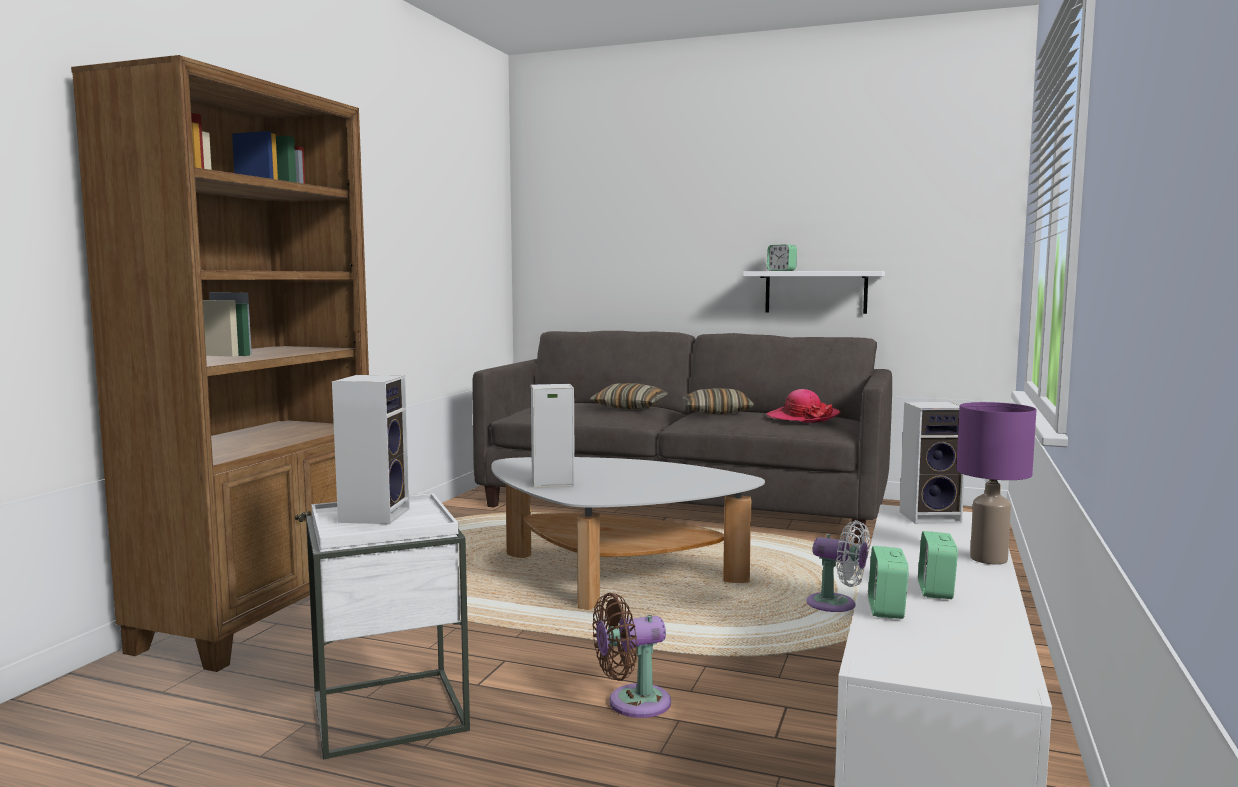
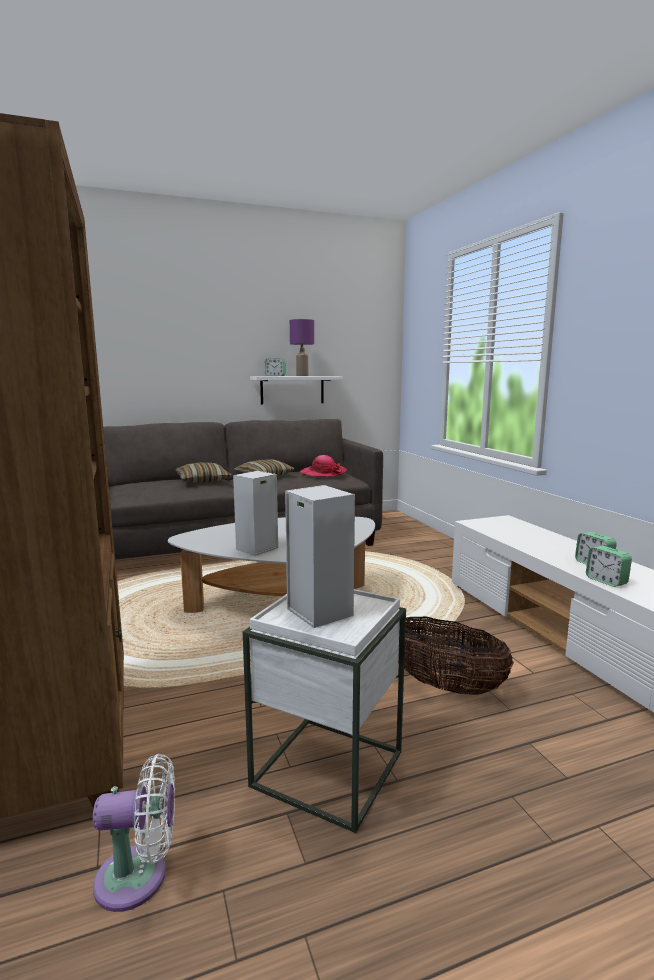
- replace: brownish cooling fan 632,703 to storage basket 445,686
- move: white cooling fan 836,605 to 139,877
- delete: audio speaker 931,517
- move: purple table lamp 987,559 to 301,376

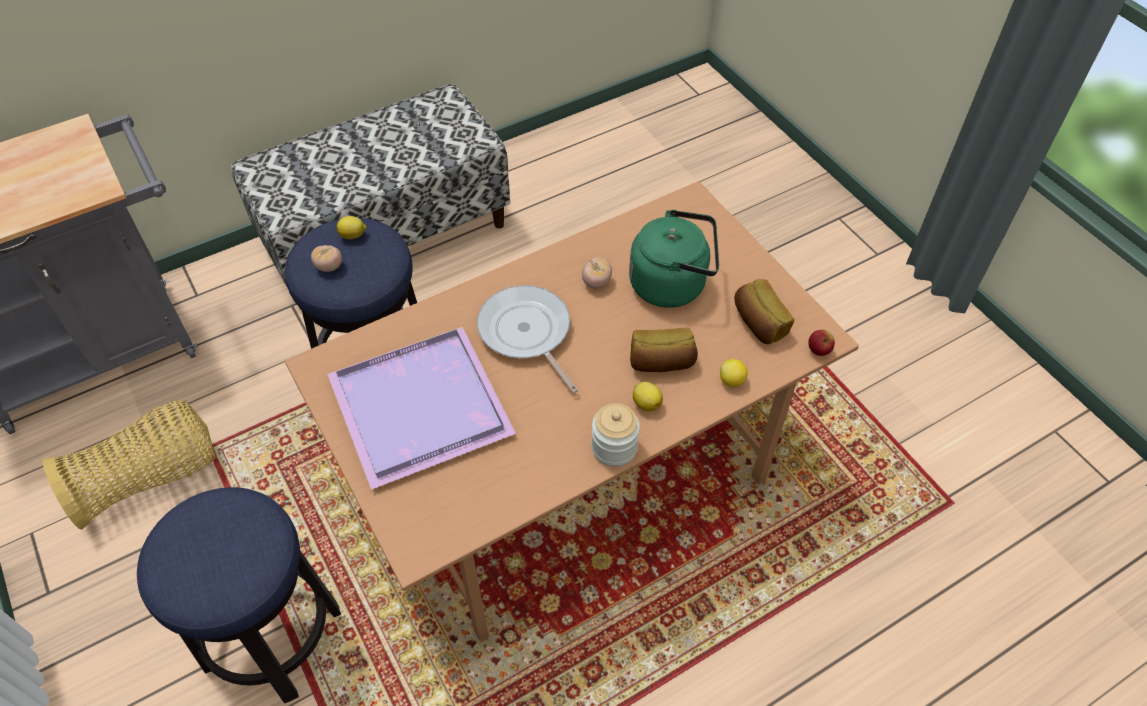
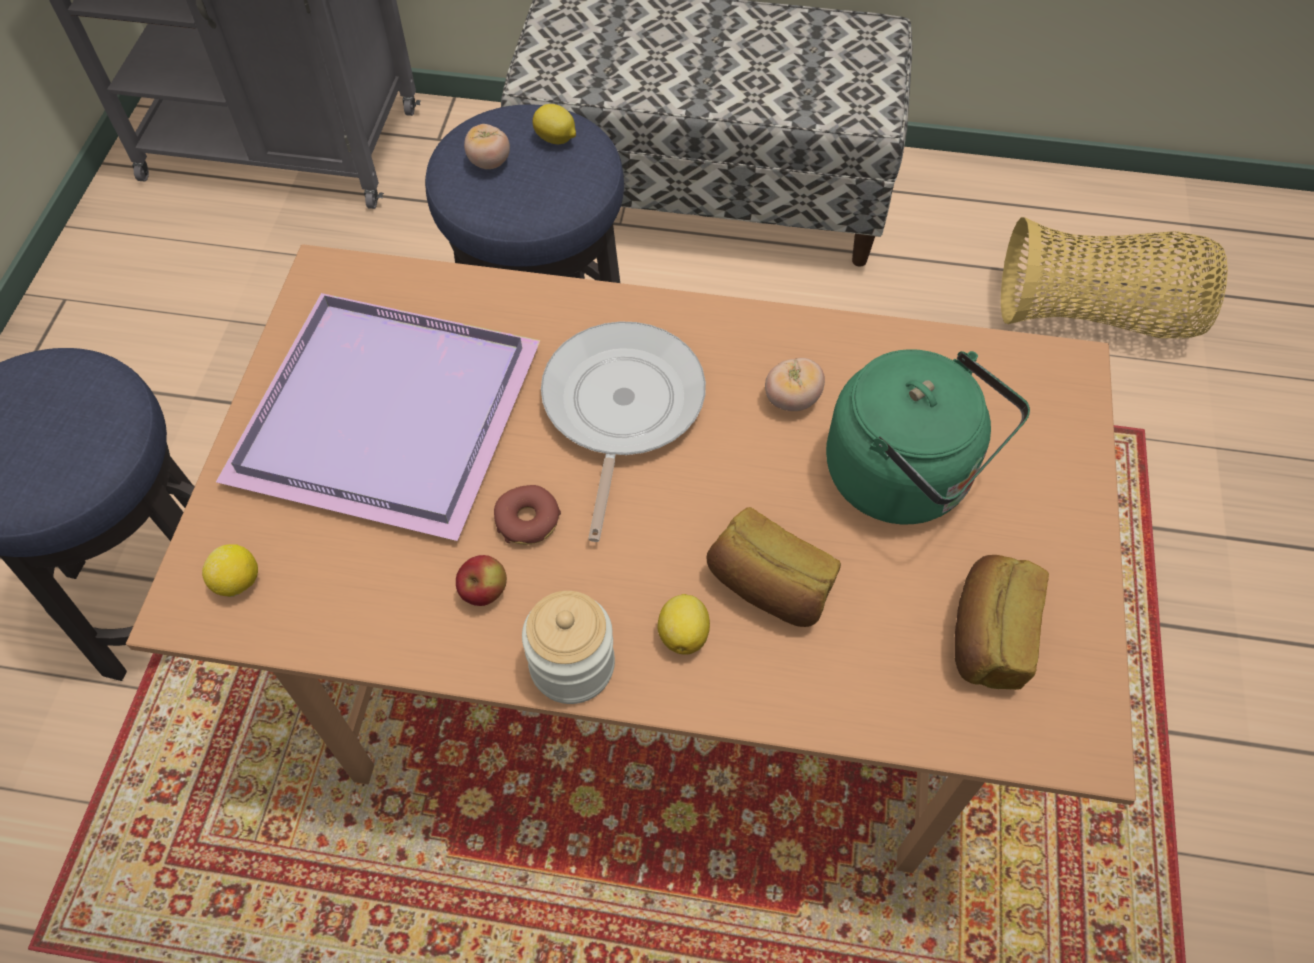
- move: storage basket 149,479 to 1096,315
- move: lemon 732,381 to 238,582
- move: apple 818,350 to 484,592
- insert: ring doughnut 528,520

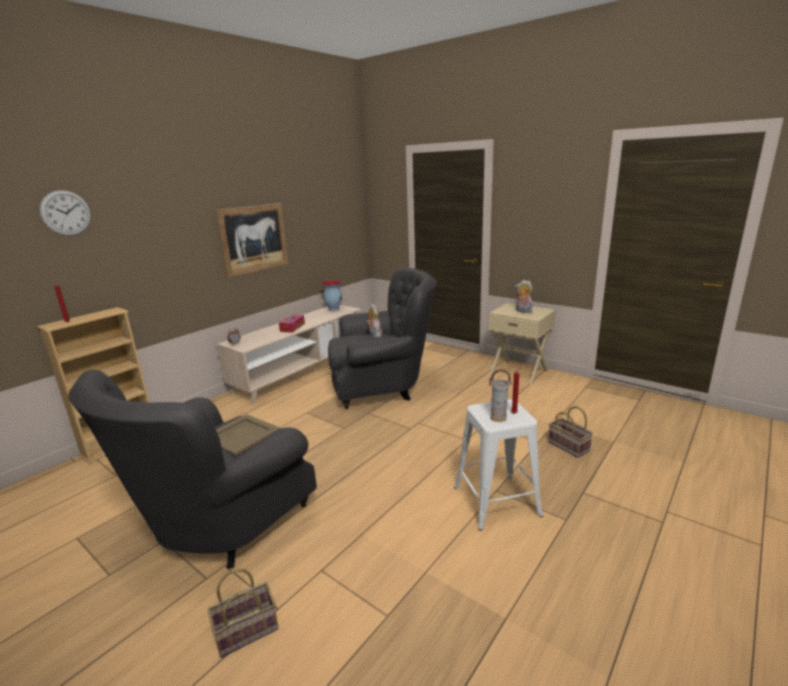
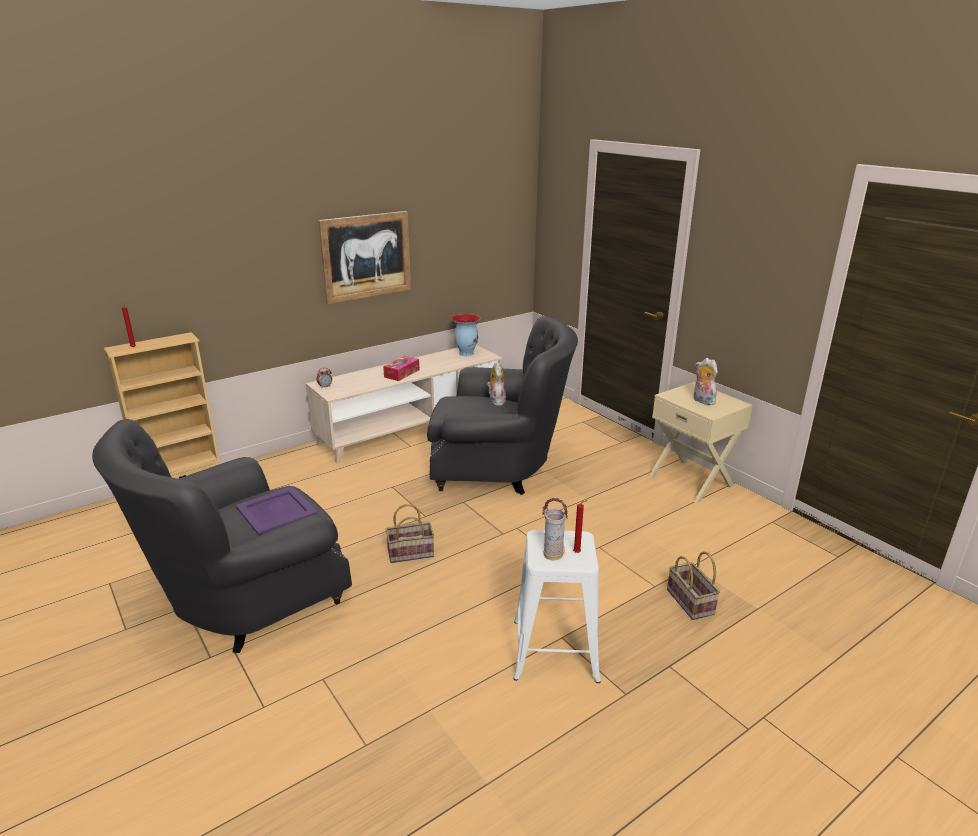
- delete: hanging clock 66,213
- move: storage basket 248,629 to 411,552
- recolor: beige-coloured serving tray 242,434 to purple serving tray 277,511

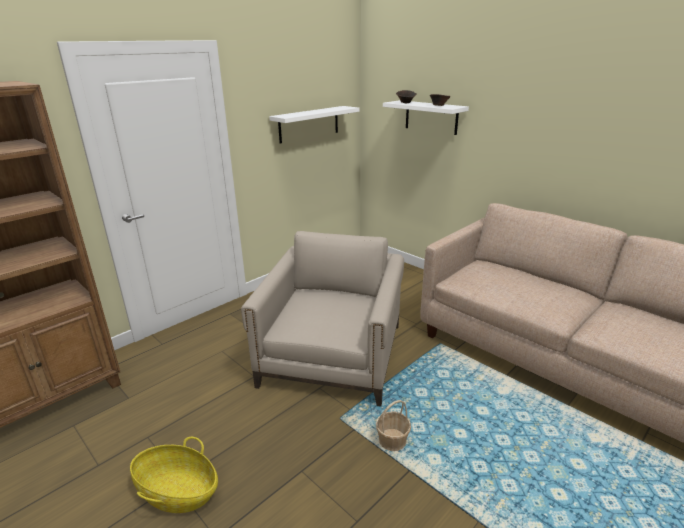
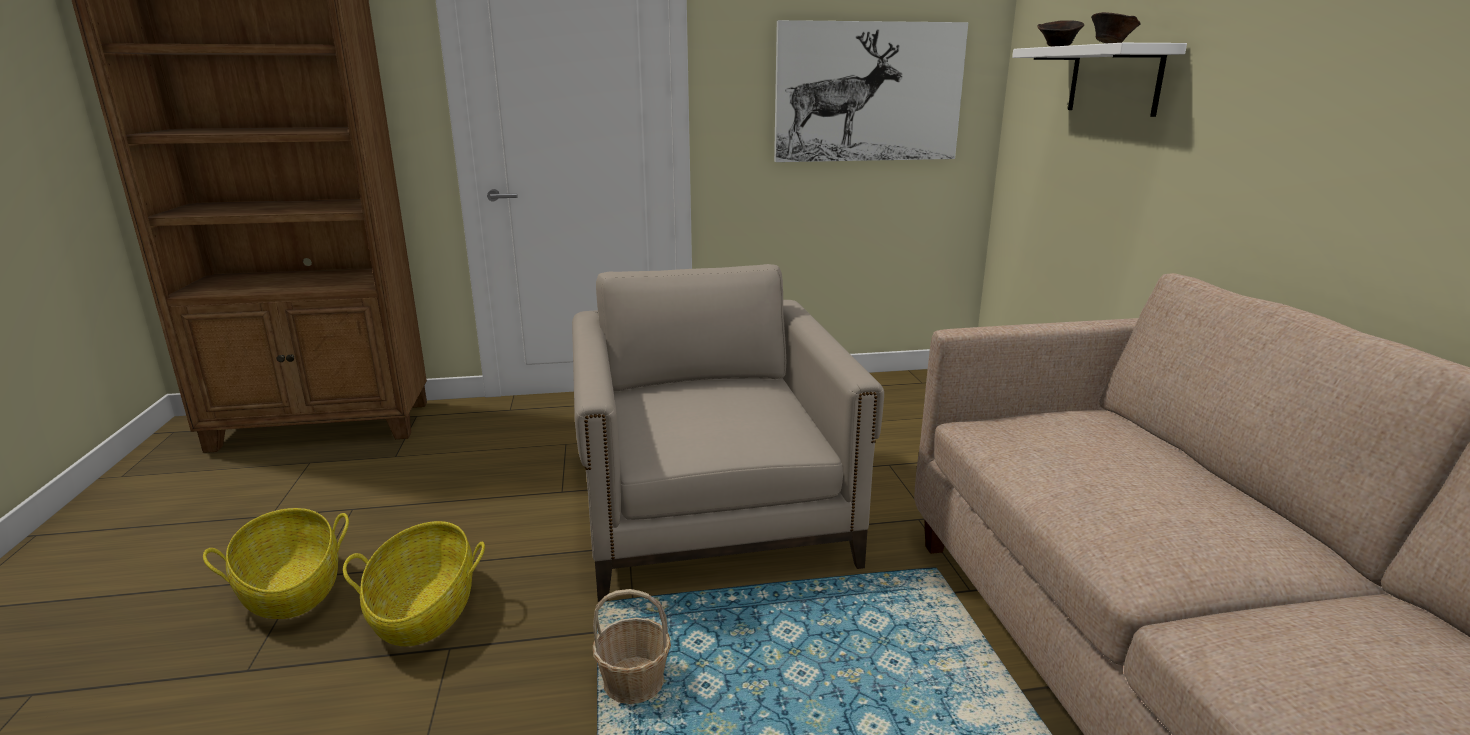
- rotate: beige-coloured armchair 333,355 = 711,509 60 degrees counterclockwise
- replace: white bracket shelf 309,124 to picture 868,92
- insert: storage basket 424,610

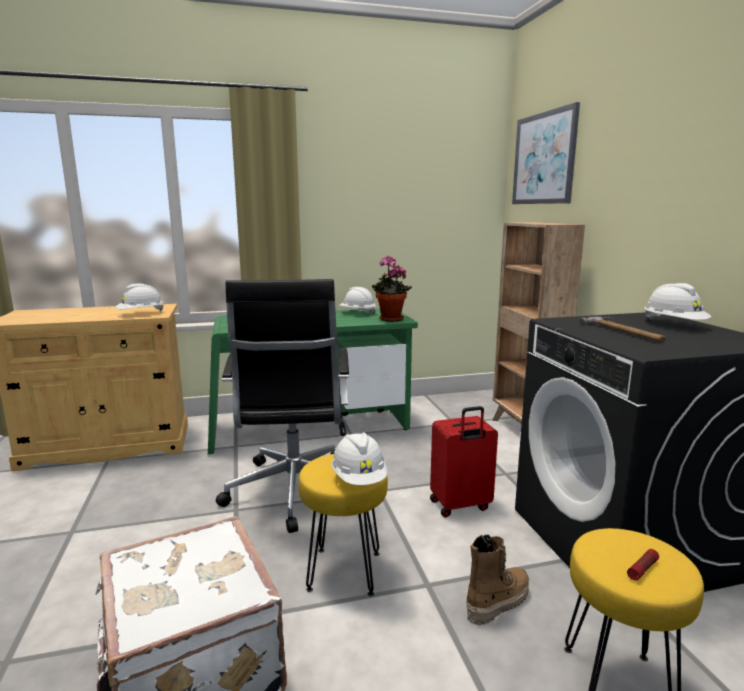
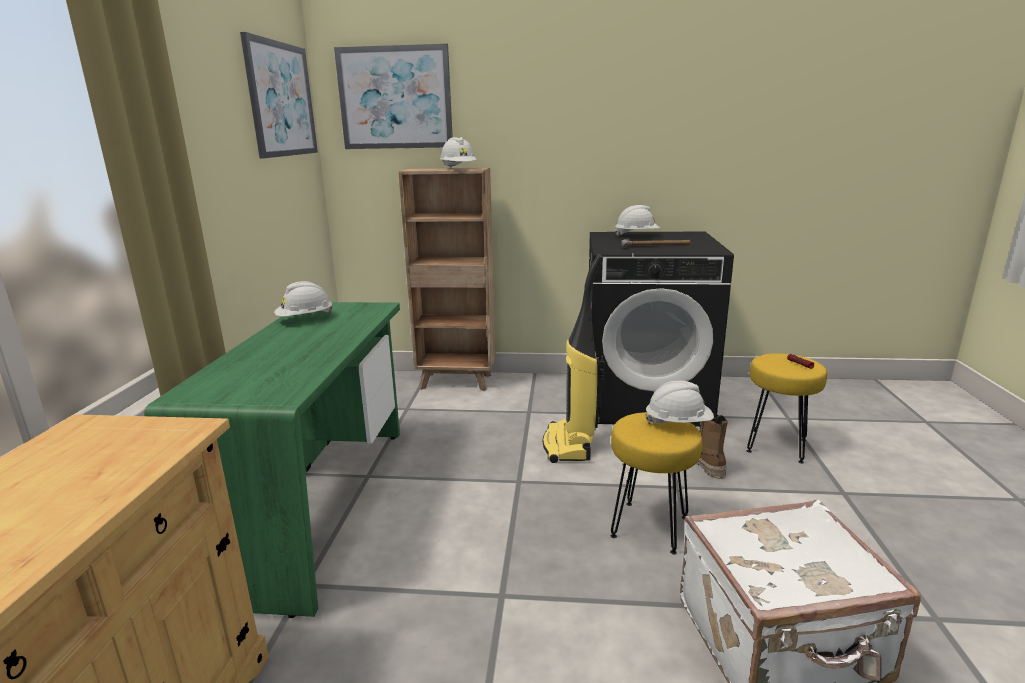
- move: white hard hat 141,314 to 458,169
- delete: black-coloured desk chair 294,493
- delete: plant in a pot 389,319
- replace: red suitcase 460,506 to vacuum 570,445
- insert: picture 281,100

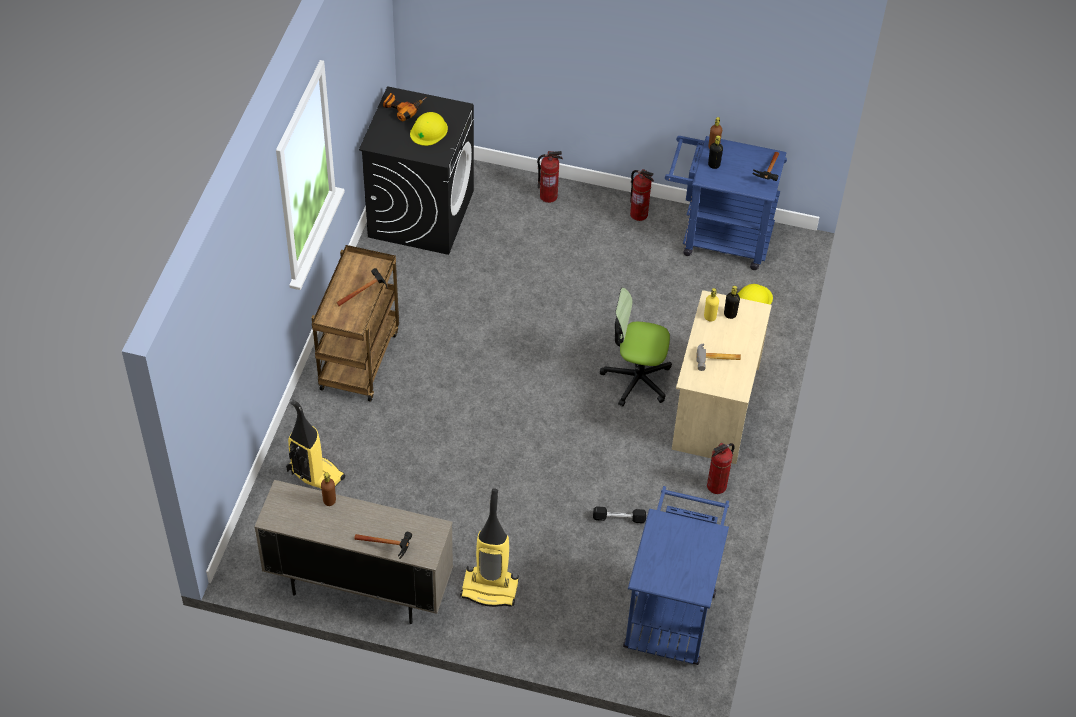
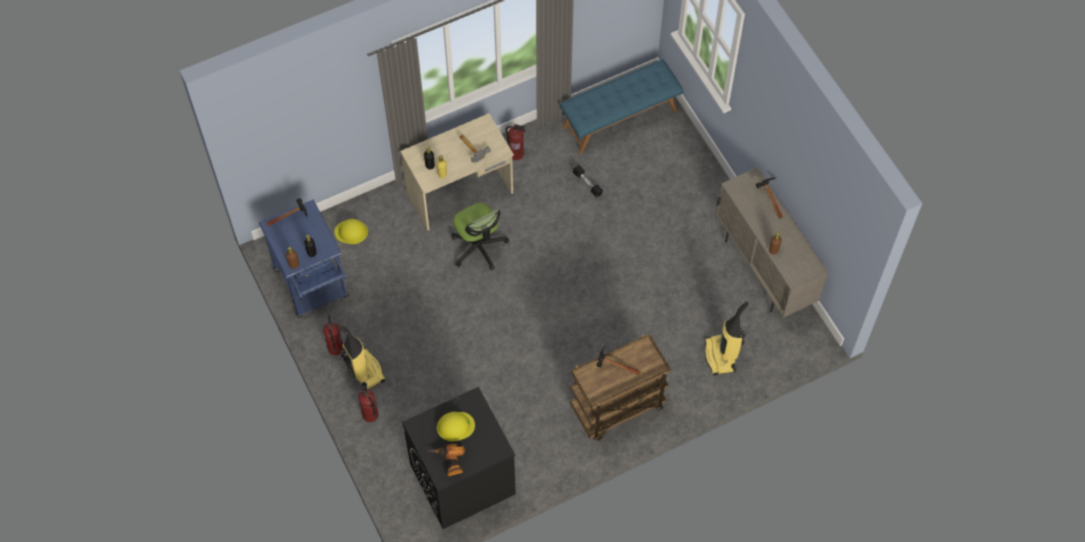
- move: vacuum 490,588 to 364,370
- replace: blue cart 671,611 to blue bench 619,118

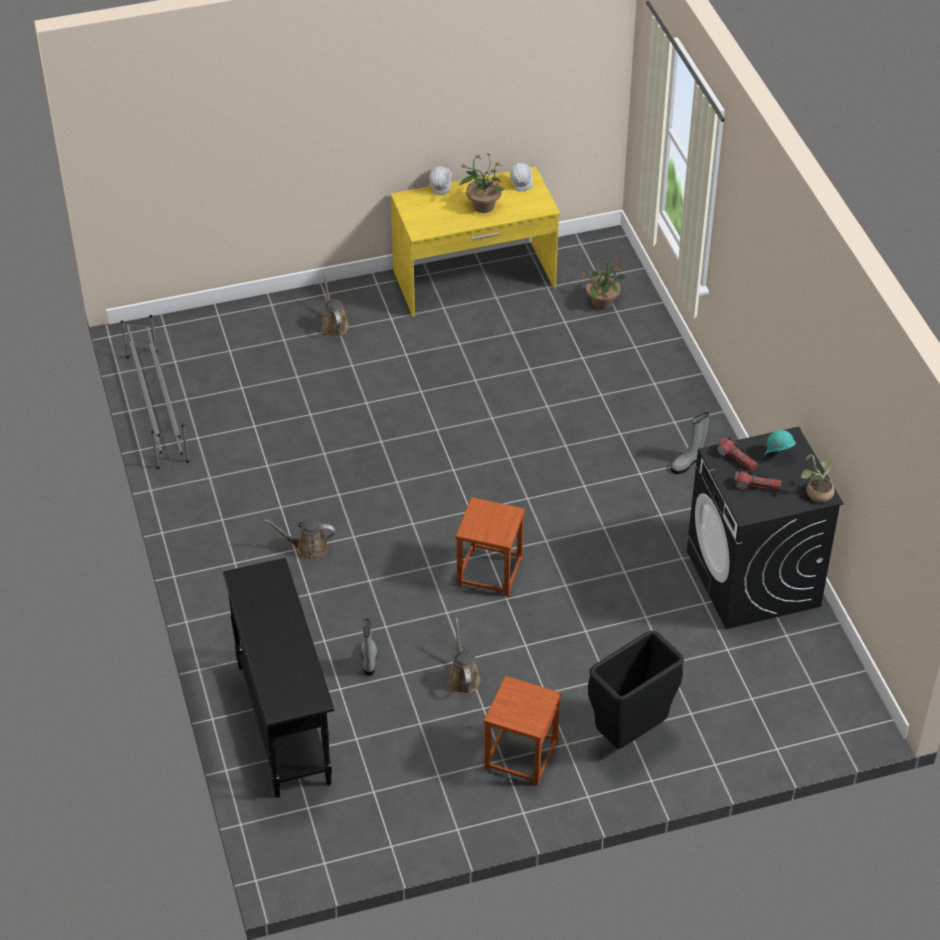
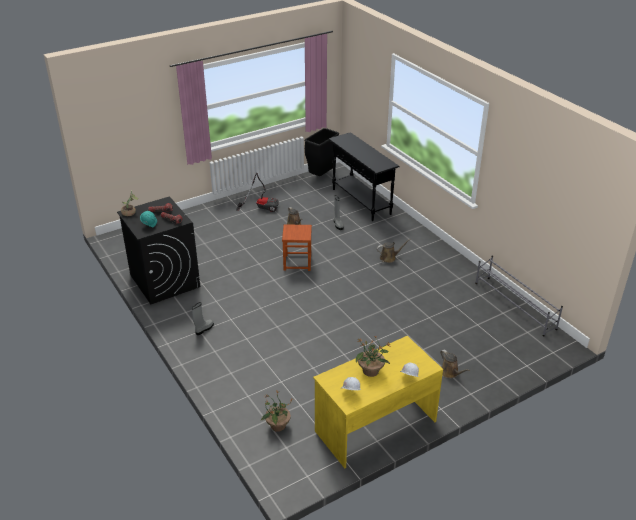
- replace: brownish stool seat 520,755 to vacuum 261,207
- move: black-coloured trash can 631,734 to 321,175

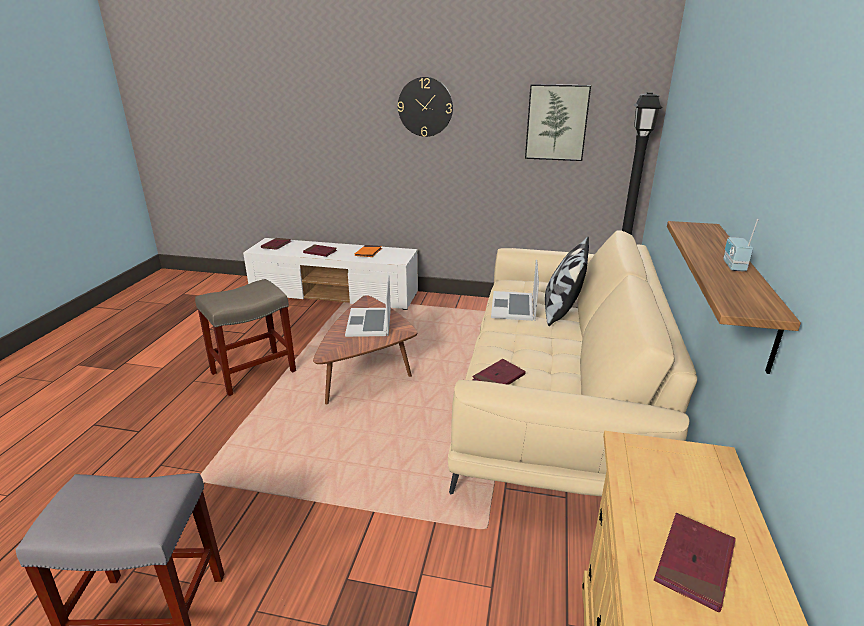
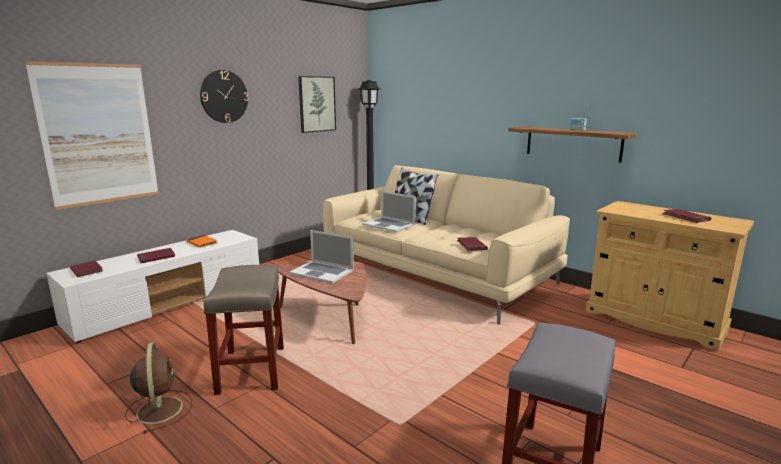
- insert: picture 98,134
- insert: brownish cooling fan 159,409

